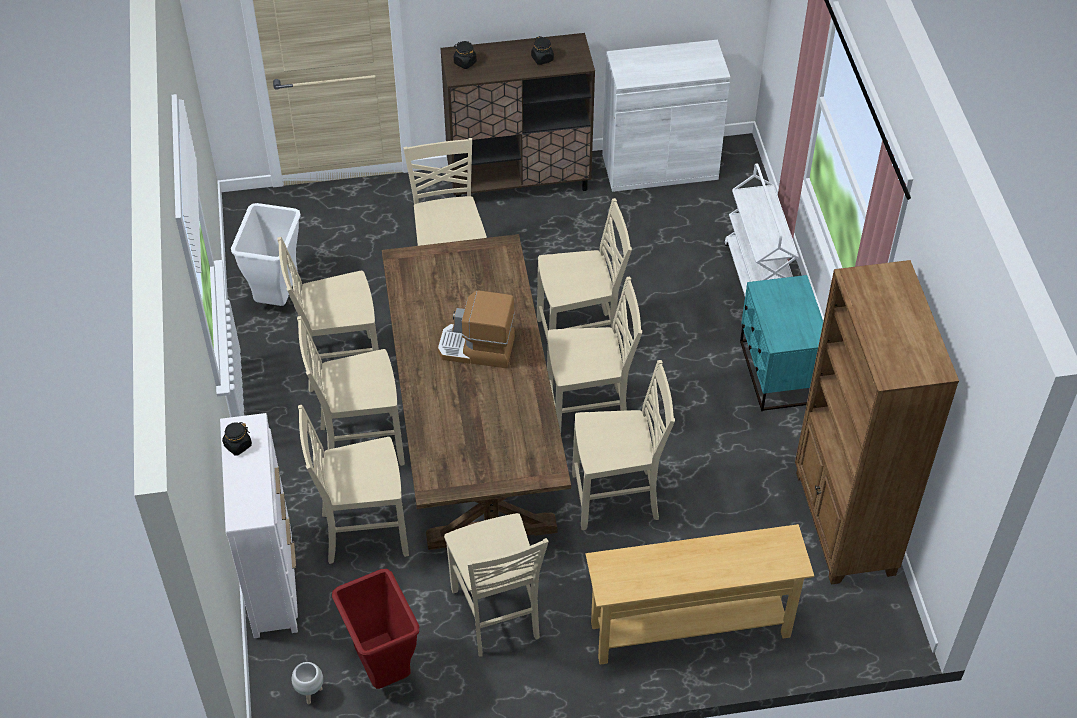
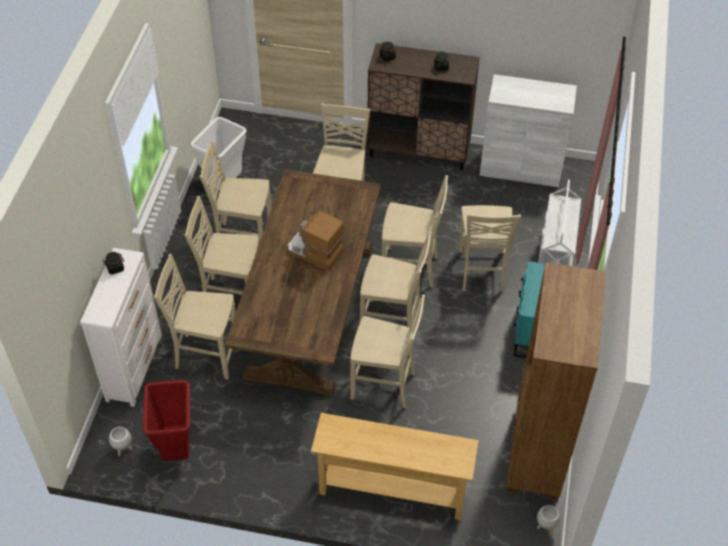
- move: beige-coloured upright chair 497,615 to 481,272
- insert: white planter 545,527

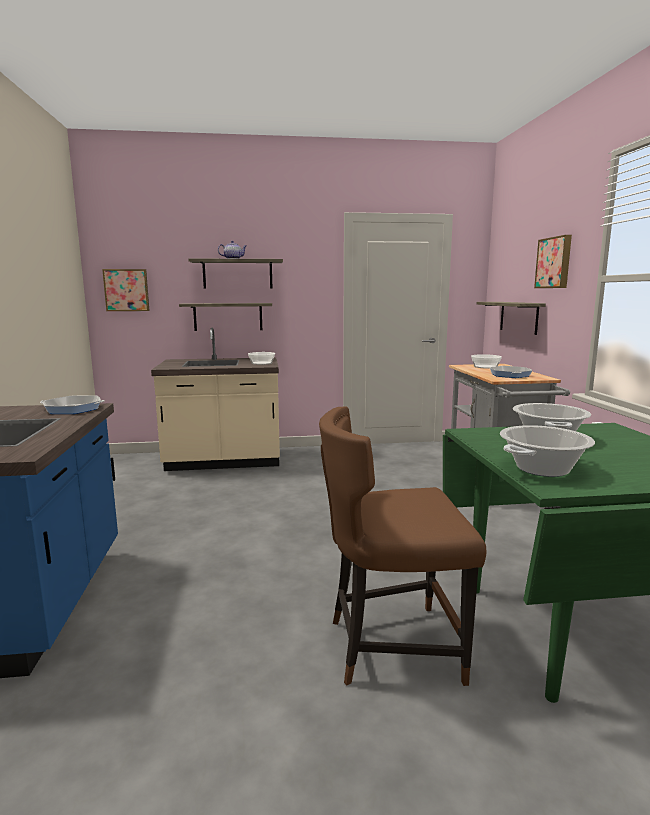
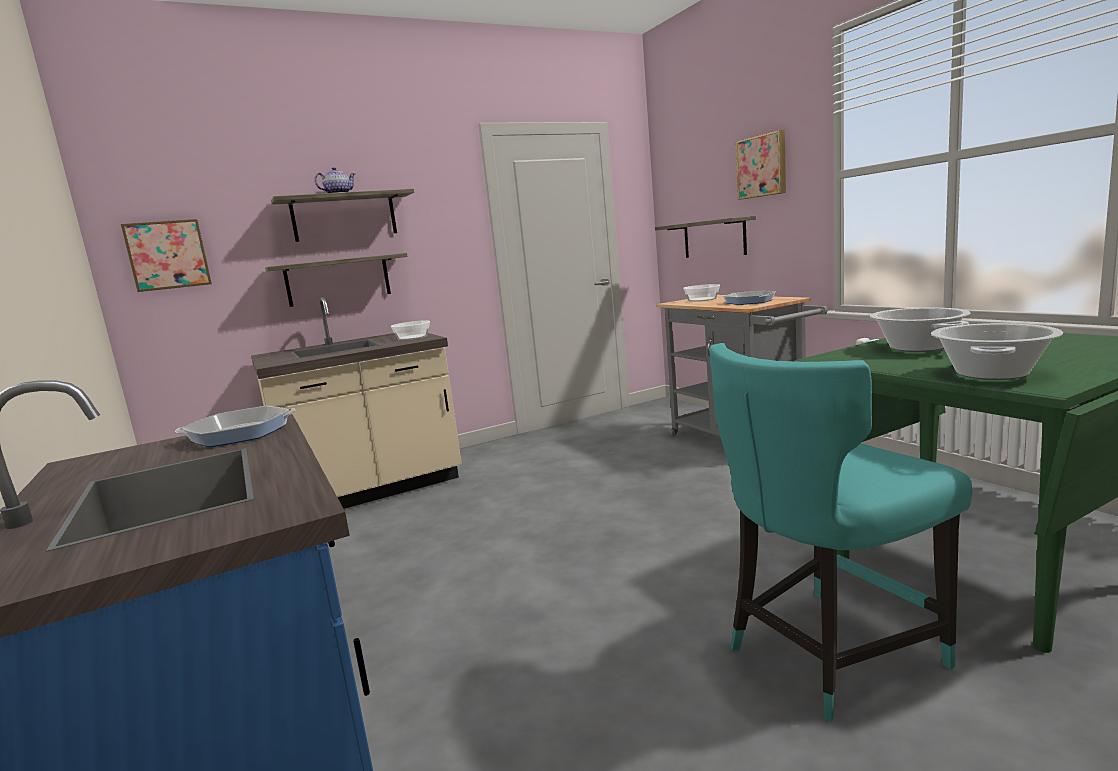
- recolor: brownish upright chair 390,646 to turquoise-coloured upright chair 827,653

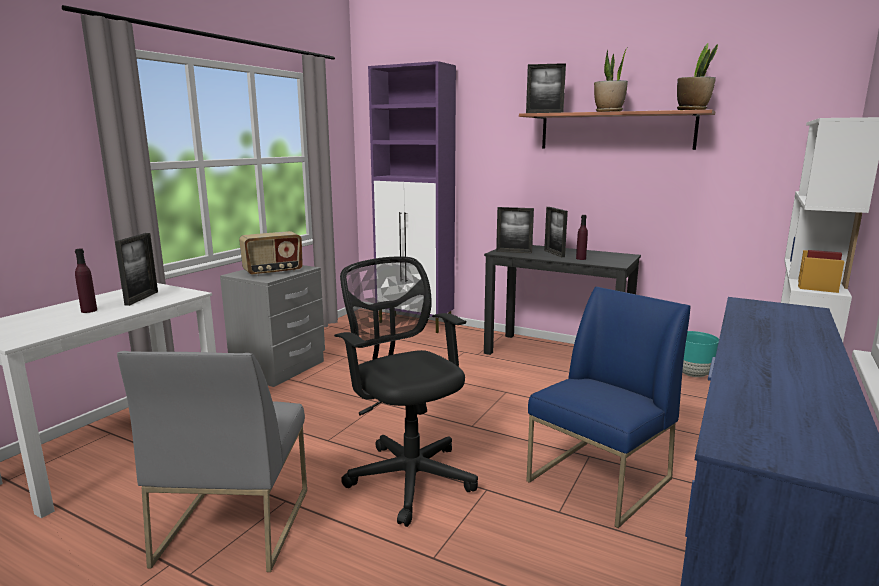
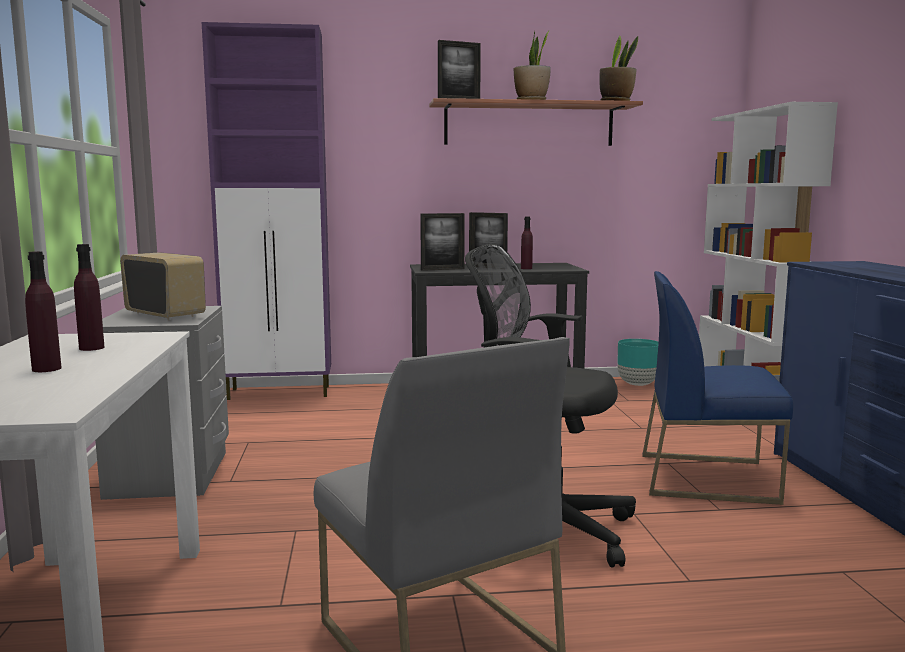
- replace: standing frame 142,298 to purple drink bottle 91,348
- rotate: radio receiver 273,272 = 166,315 75 degrees counterclockwise
- rotate: blue upright chair 599,481 = 708,477 90 degrees counterclockwise

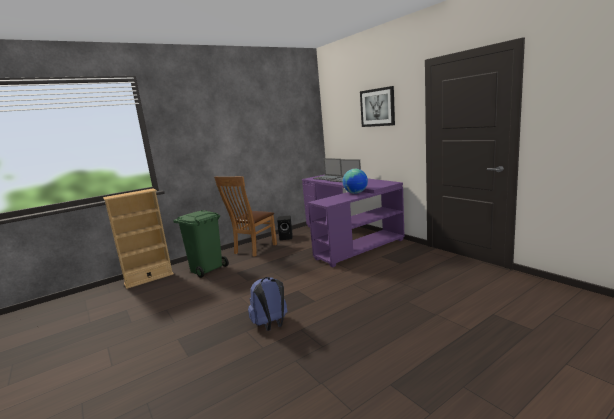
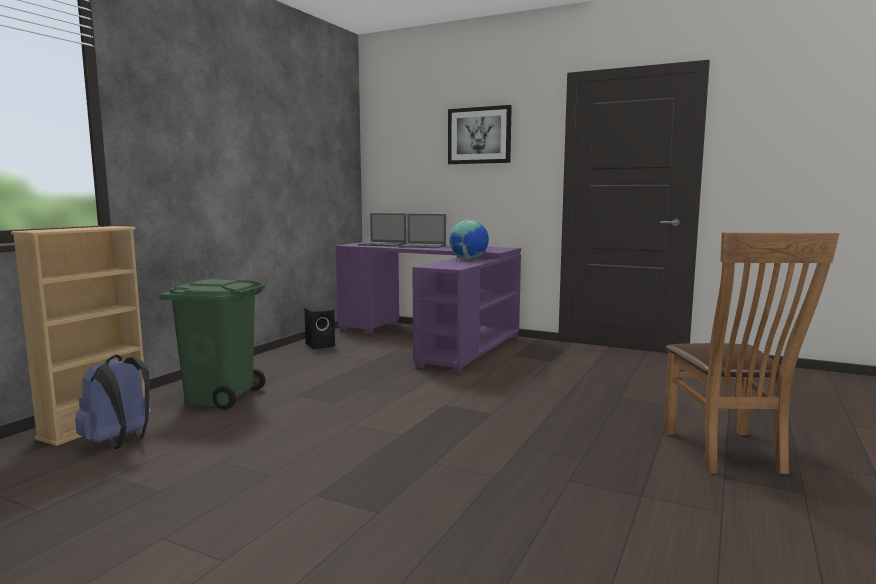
- move: brownish upright chair 253,249 to 727,454
- move: blue rucksack 271,325 to 120,442

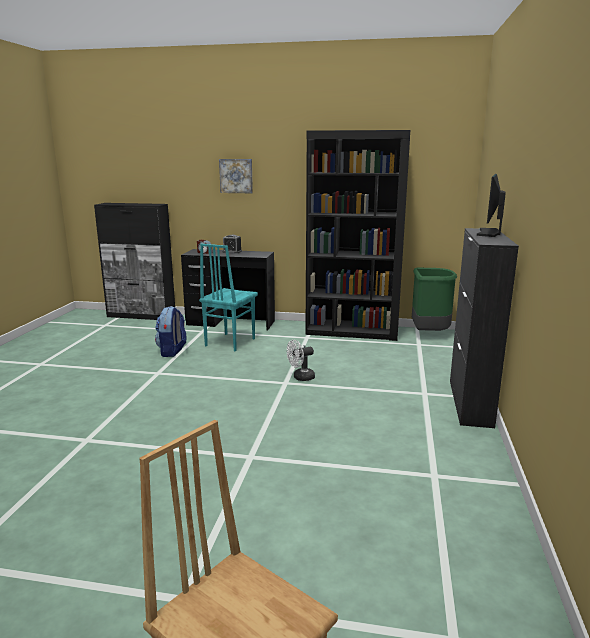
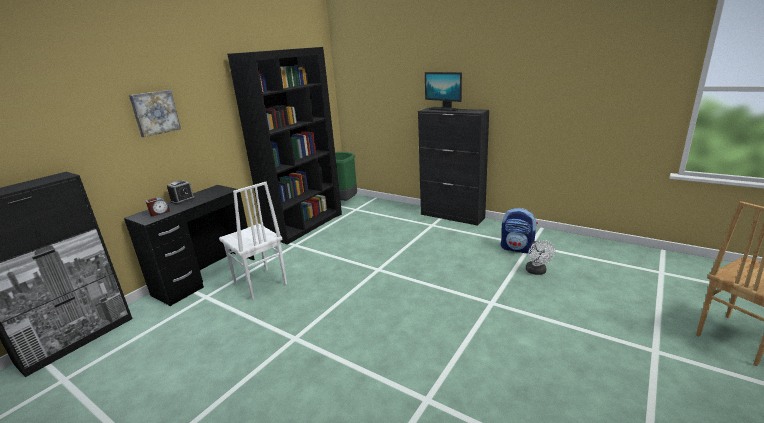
- move: rucksack 172,351 to 518,248
- recolor: turquoise-coloured upright chair 229,342 to white upright chair 259,284
- move: white cooling fan 300,378 to 537,272

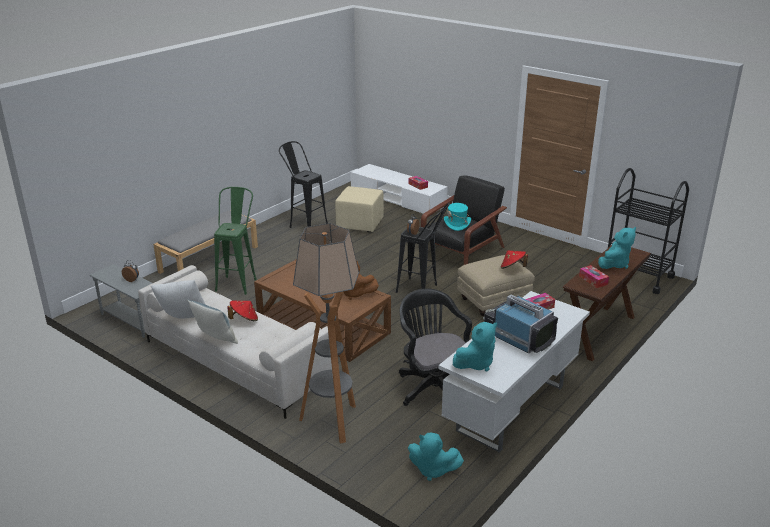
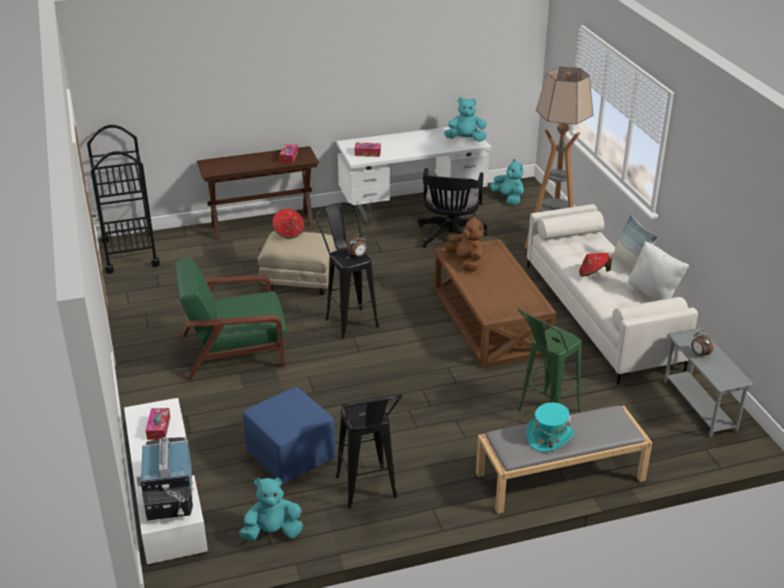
- recolor: beige-coloured footrest 360,224 to blue footrest 289,456
- recolor: black-coloured armchair 461,251 to green-coloured armchair 235,350
- move: turquoise-coloured wearable hat 457,224 to 549,436
- move: TV 518,338 to 169,496
- move: turquoise-coloured soft toy 614,264 to 272,532

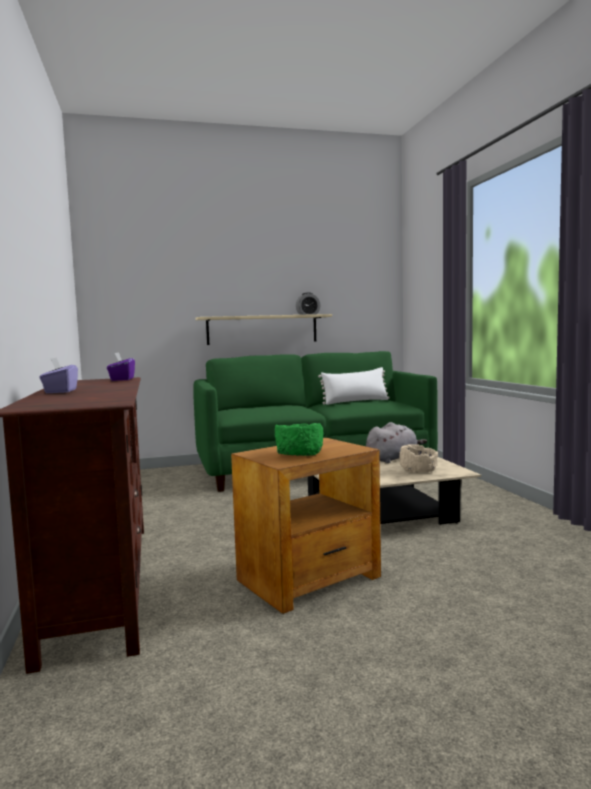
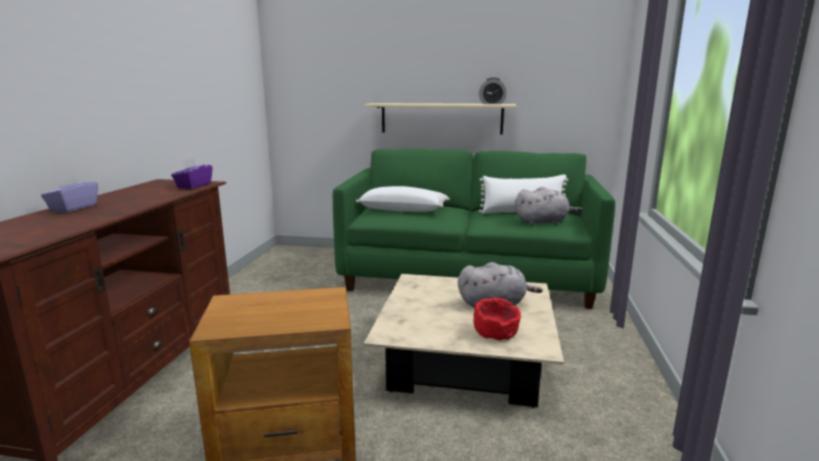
- delete: green-coloured bowl 299,454
- recolor: beige-coloured bowl 418,470 to red bowl 495,333
- insert: white throw pillow 403,210
- insert: gray soft toy 543,222

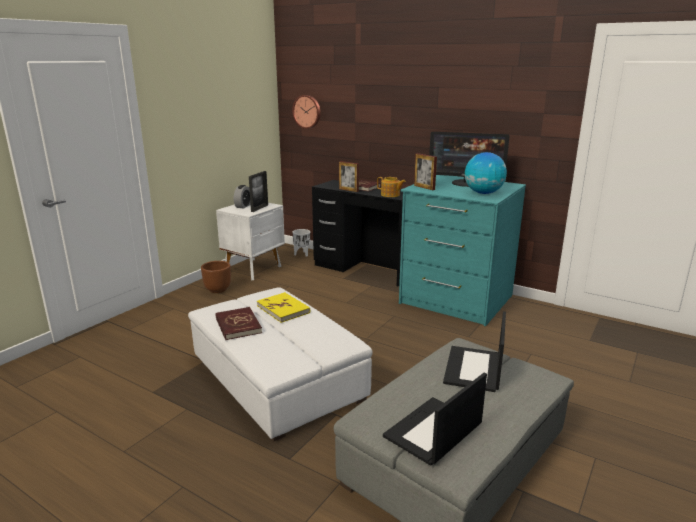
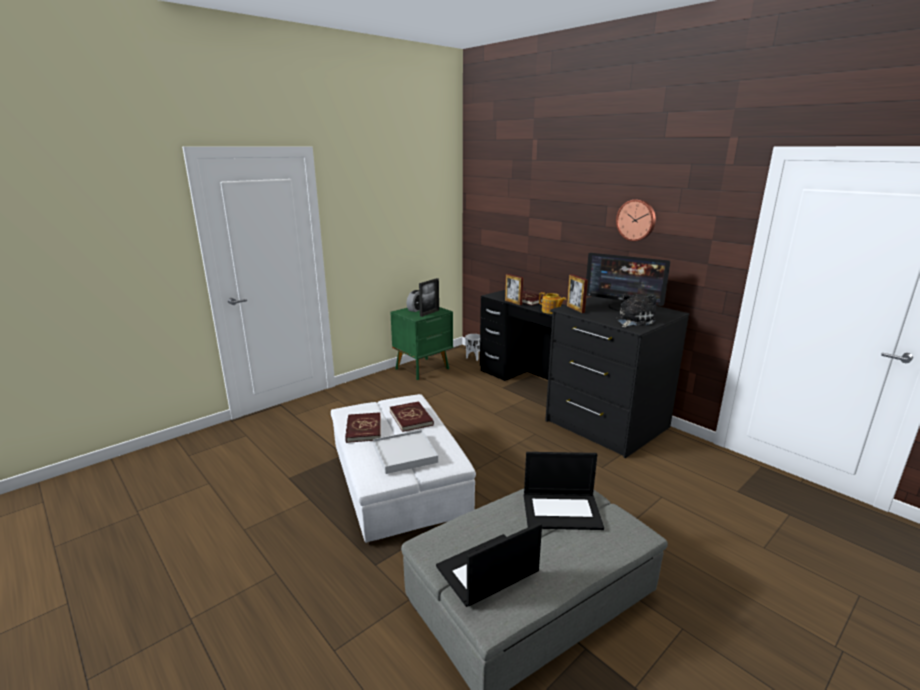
- delete: brownish planter 217,290
- recolor: white bedside table 254,269 to green-coloured bedside table 423,369
- recolor: yellow book 283,309 to red book 411,418
- move: hanging clock 307,111 to 636,220
- recolor: turquoise-coloured drawer chest 455,300 to black-coloured drawer chest 605,424
- rotate: laptop 474,369 = 562,510 120 degrees counterclockwise
- replace: world globe 483,193 to soft toy 633,320
- insert: white serving tray 405,454

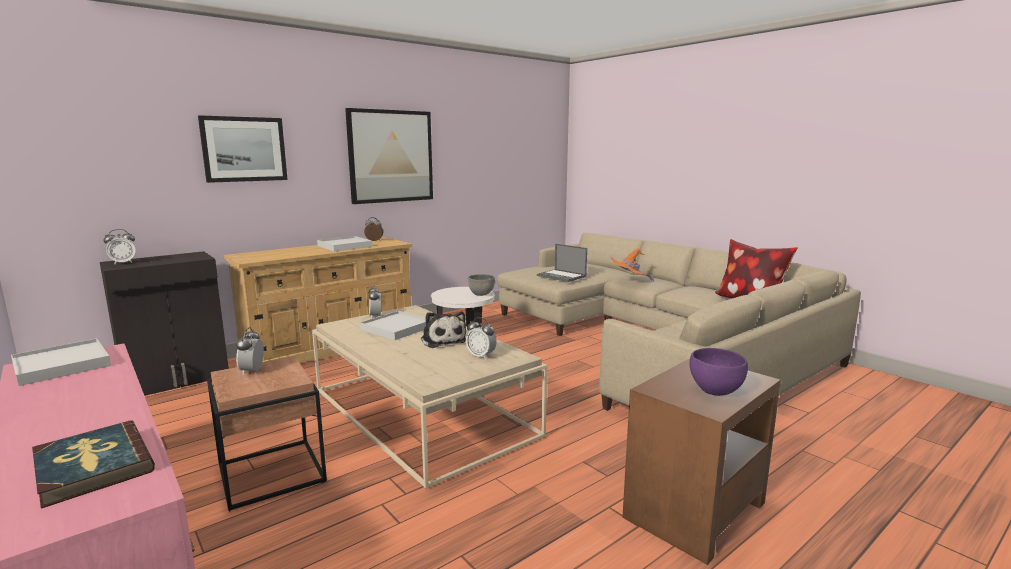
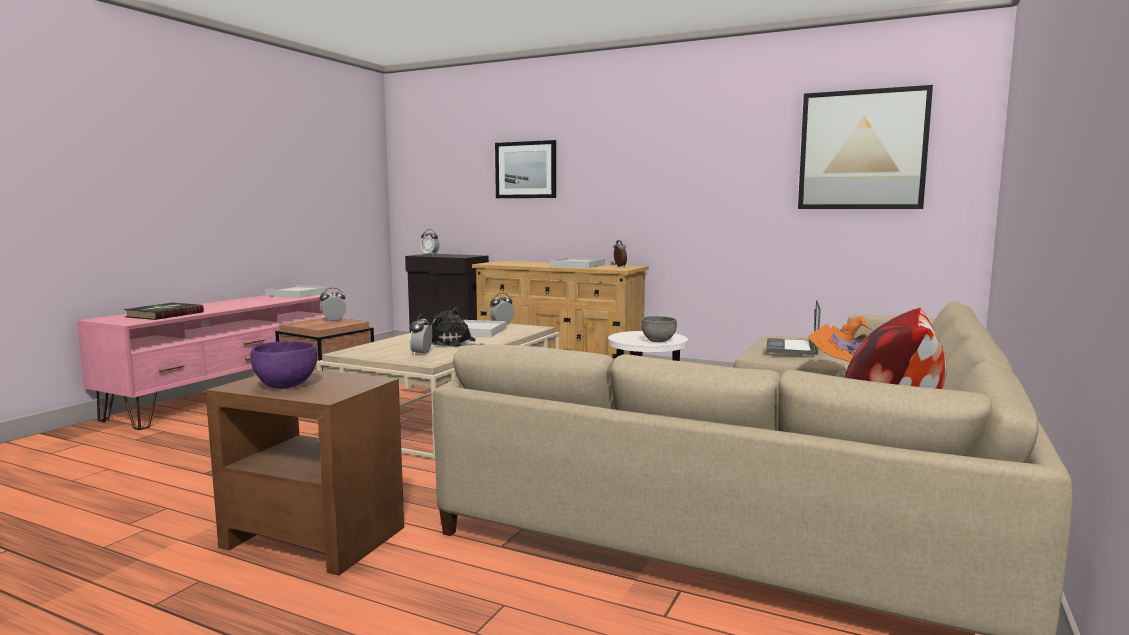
- move: picture 390,156 to 862,150
- rotate: soft toy 442,340 = 455,343 75 degrees clockwise

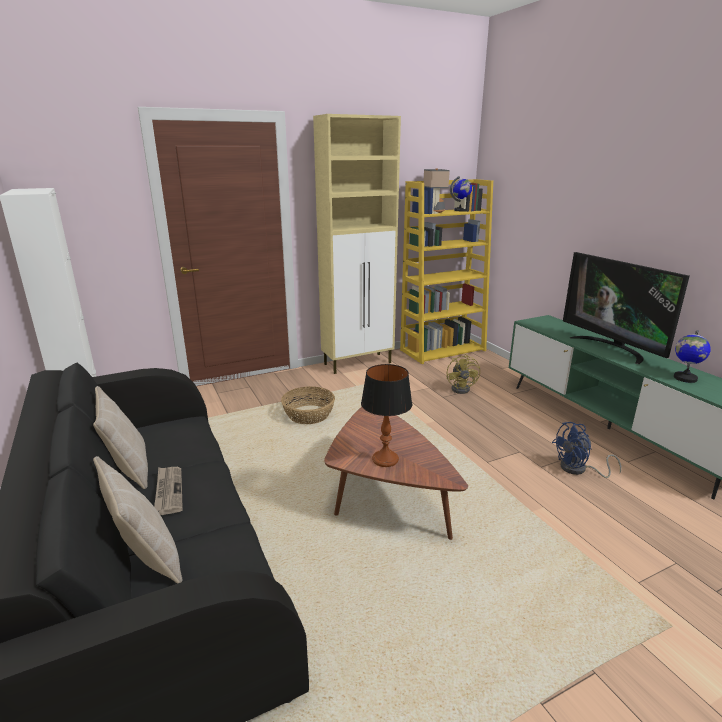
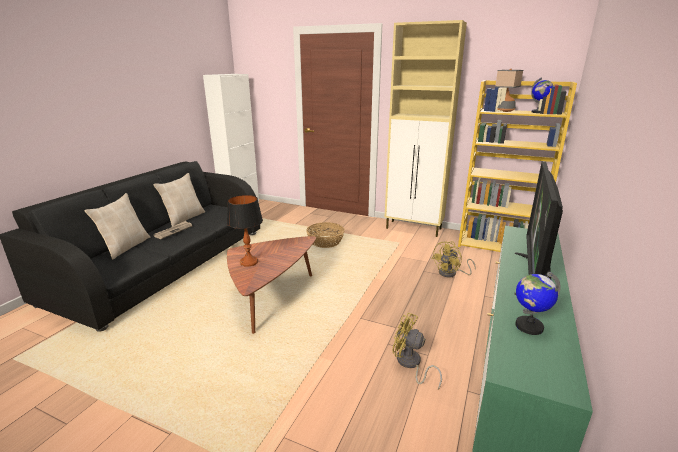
- recolor: blue cooling fan 579,470 to yellow cooling fan 410,364

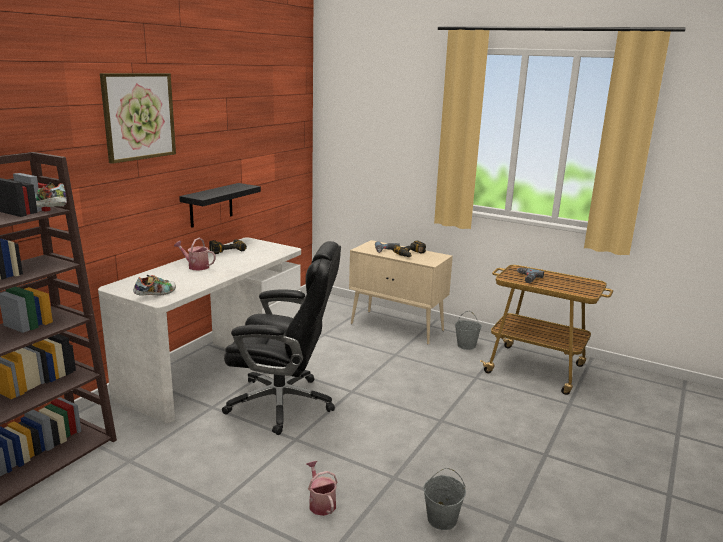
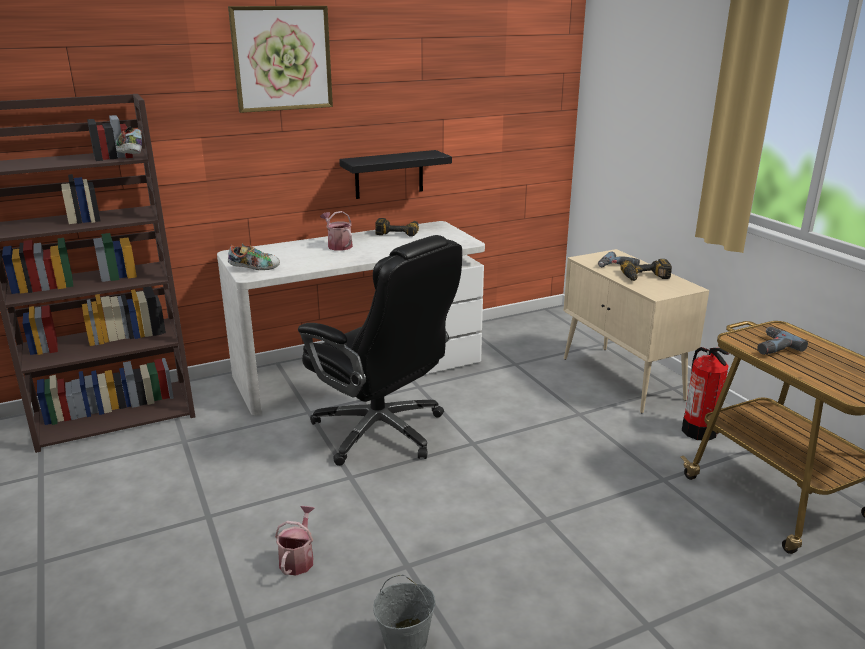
- replace: gray pail 466,345 to fire extinguisher 699,431

